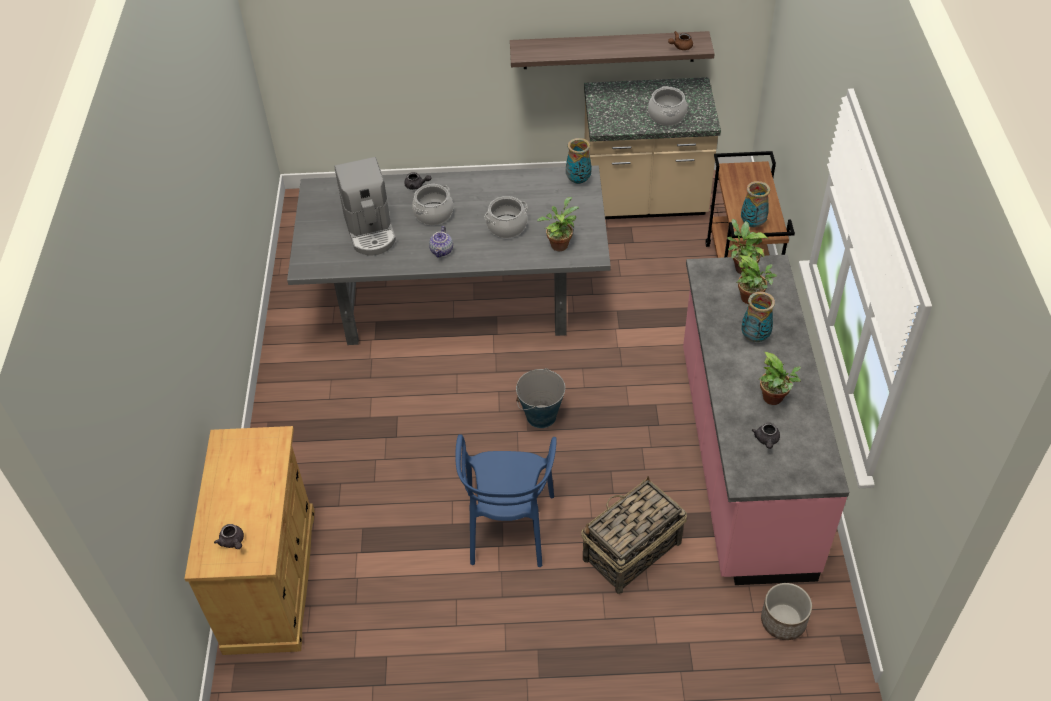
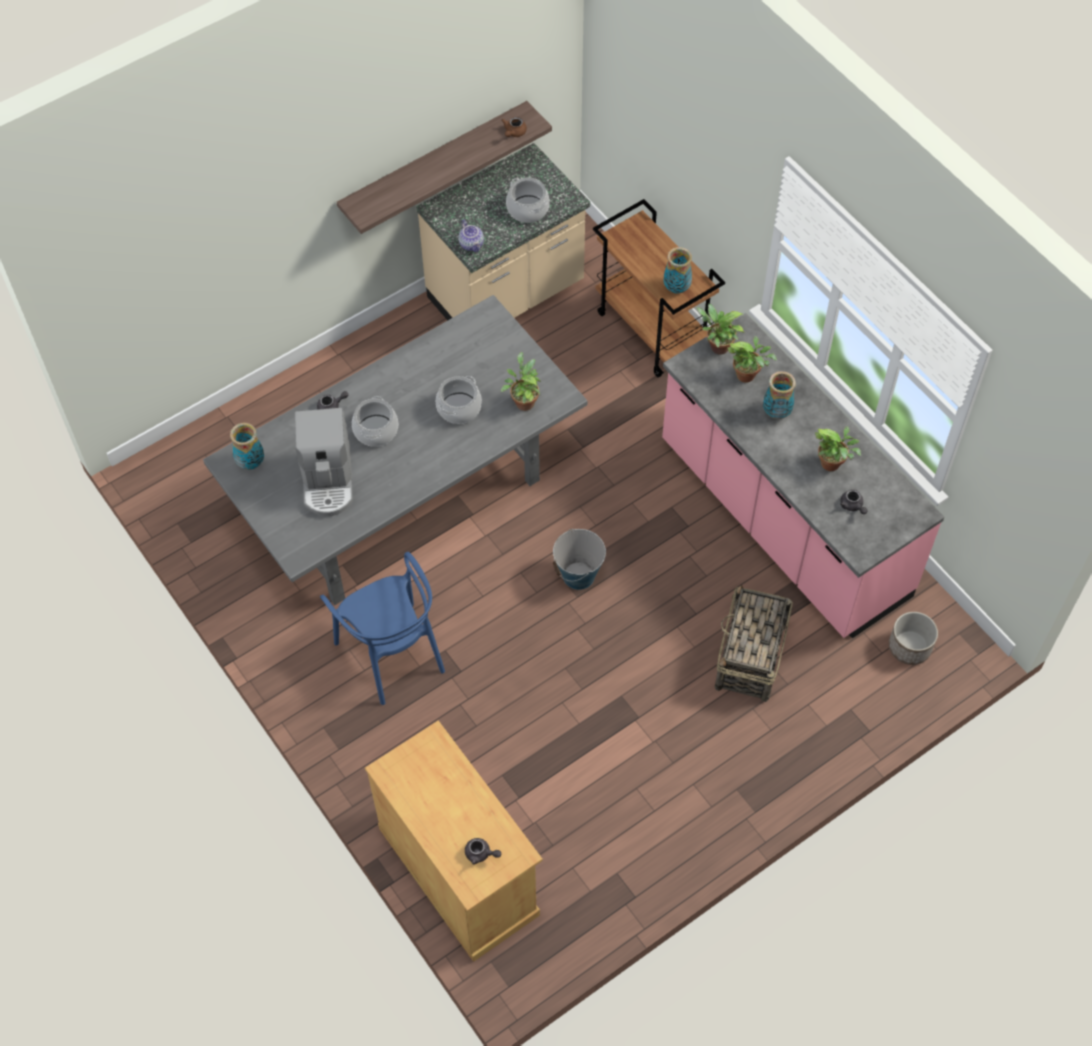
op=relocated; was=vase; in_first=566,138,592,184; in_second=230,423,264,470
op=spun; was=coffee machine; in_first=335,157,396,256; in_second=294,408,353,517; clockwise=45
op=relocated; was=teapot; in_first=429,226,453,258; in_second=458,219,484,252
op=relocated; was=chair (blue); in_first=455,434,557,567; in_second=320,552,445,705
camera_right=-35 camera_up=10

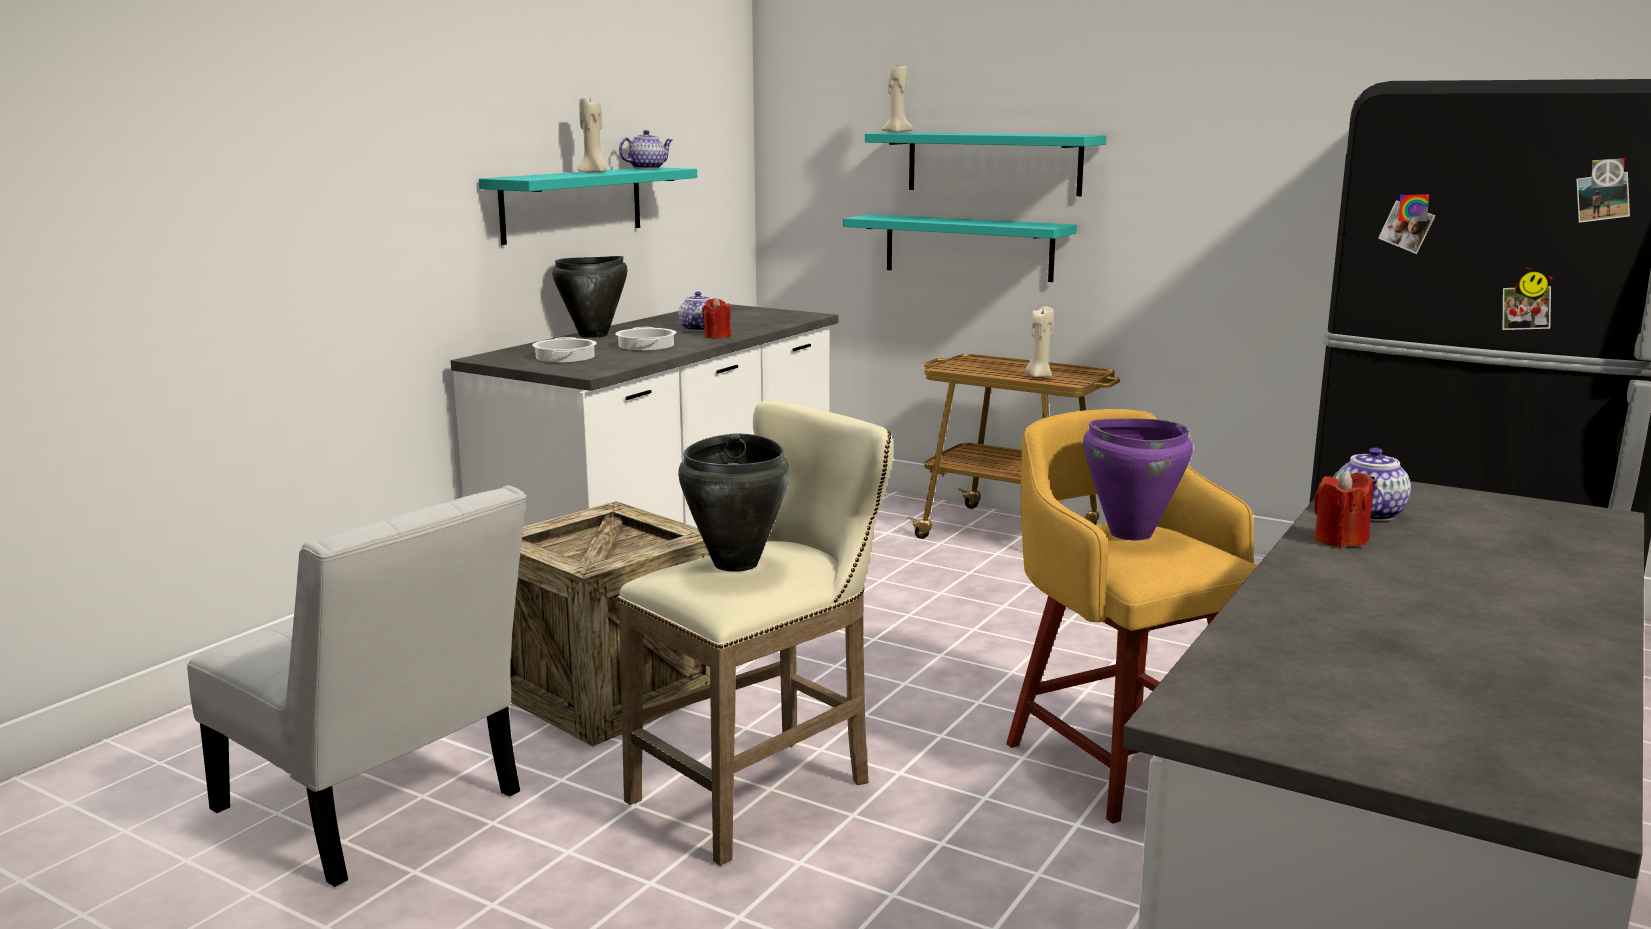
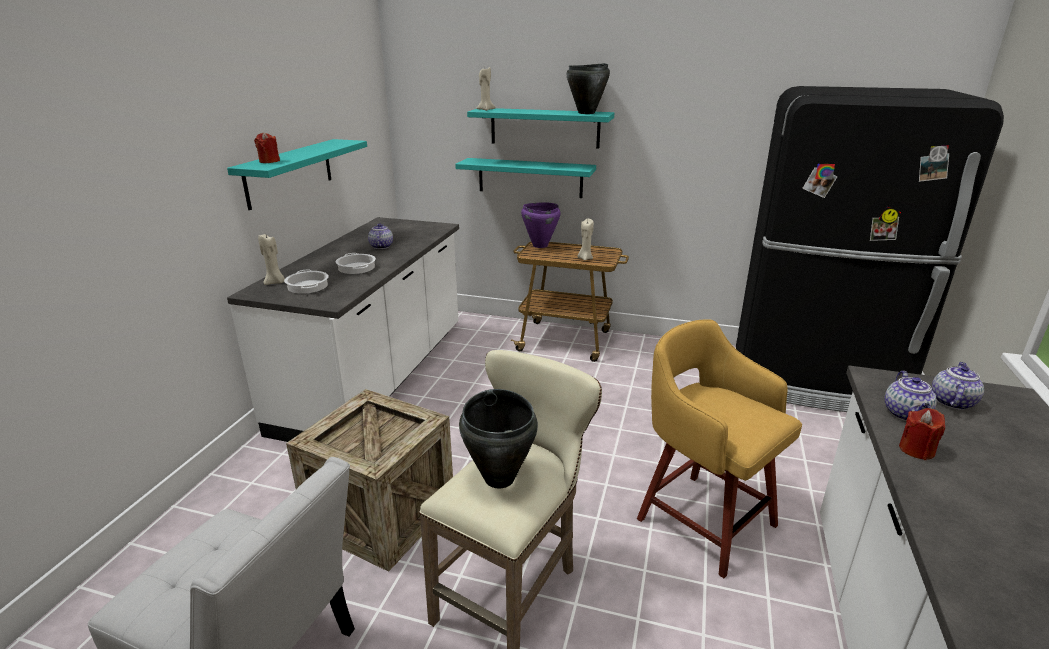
op=relocated; was=candle (beige); in_first=577,98,607,173; in_second=258,234,285,285
op=relocated; was=teapot; in_first=619,130,672,169; in_second=932,362,984,410
op=relocated; was=cooking pot (black); in_first=552,256,628,338; in_second=567,63,610,114
op=relocated; was=candle (red); in_first=702,297,731,338; in_second=254,132,280,163
op=relocated; was=cooking pot (purple); in_first=1083,418,1193,540; in_second=521,202,560,248
camera_right=-15 camera_up=10

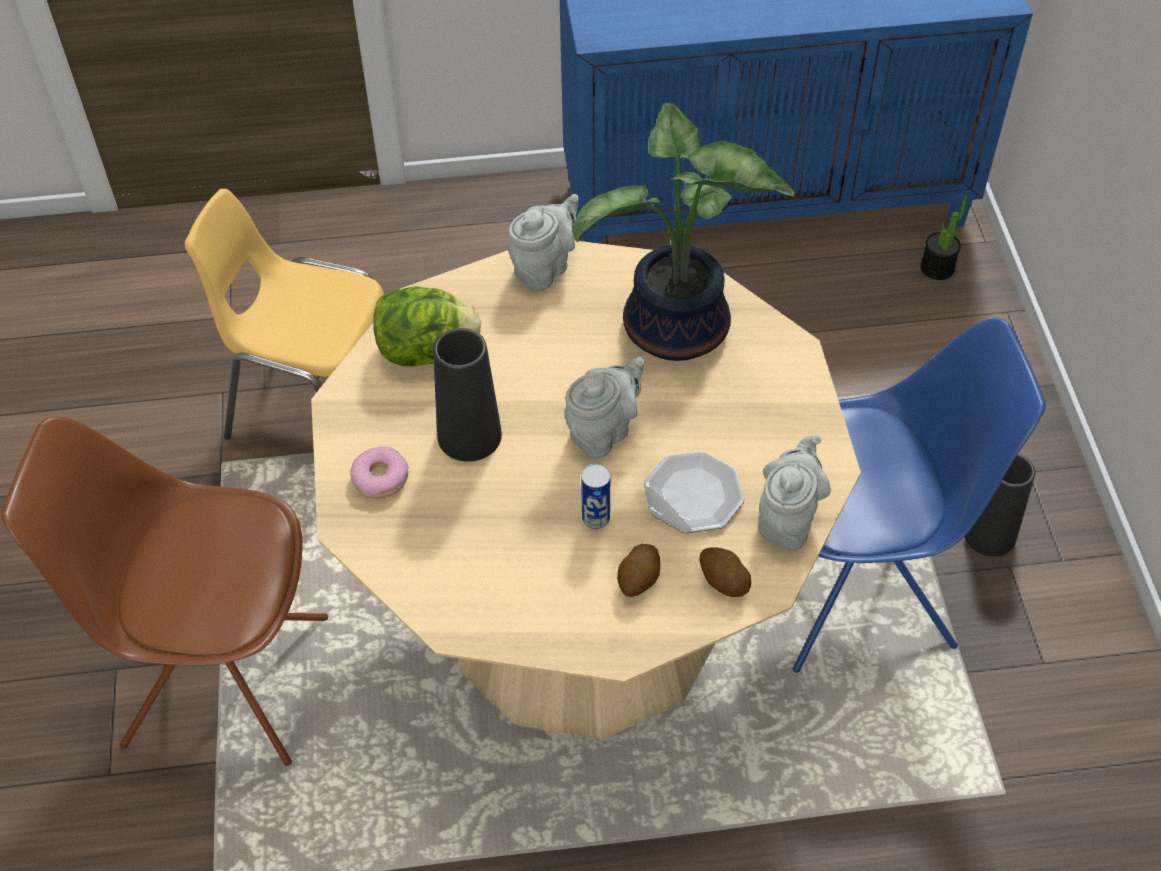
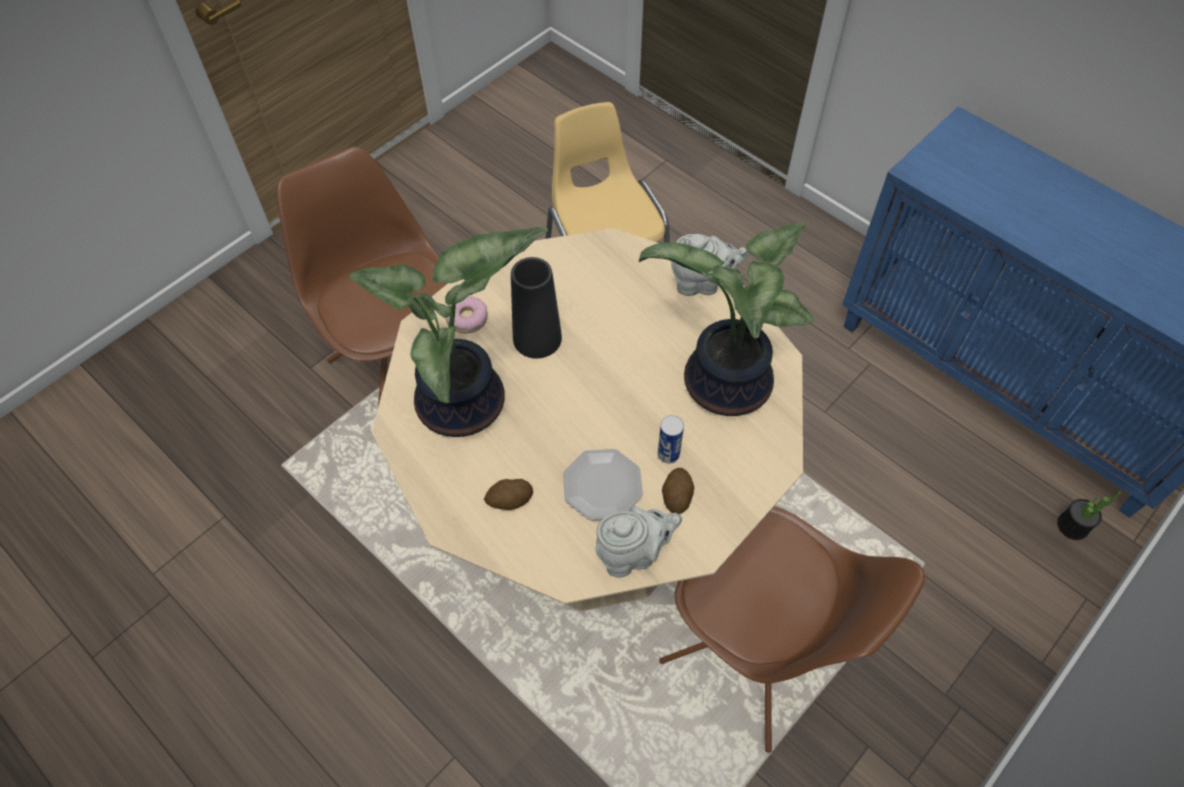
op=missing; was=lettuce; in_first=373,286,481,367
op=colour; was=chair (blue); now=chair (brown); in_first=793,318,1046,673; in_second=659,506,925,753
op=missing; was=teapot (grey); in_first=565,357,645,459
op=missing; was=vase (black); in_first=965,454,1035,556
op=relocated; was=can; in_first=581,464,610,529; in_second=658,415,684,463
op=relocated; was=potato; in_first=699,547,751,597; in_second=662,468,694,514
op=appeared; now=potted plant; in_second=349,227,549,437
camera_right=50 camera_up=5

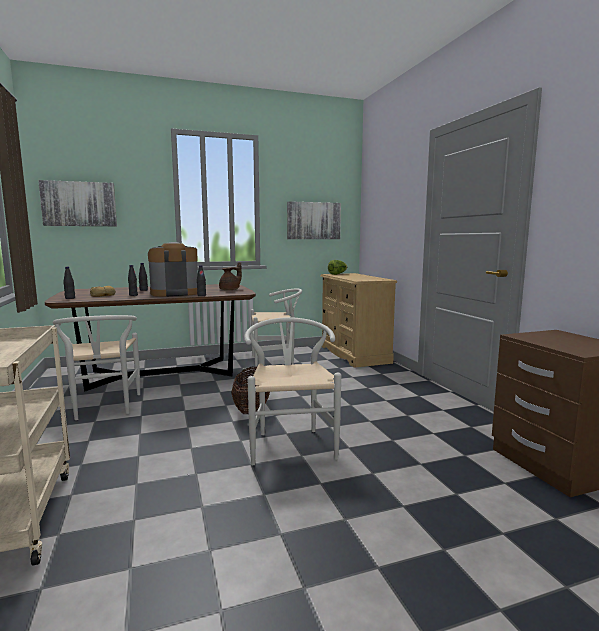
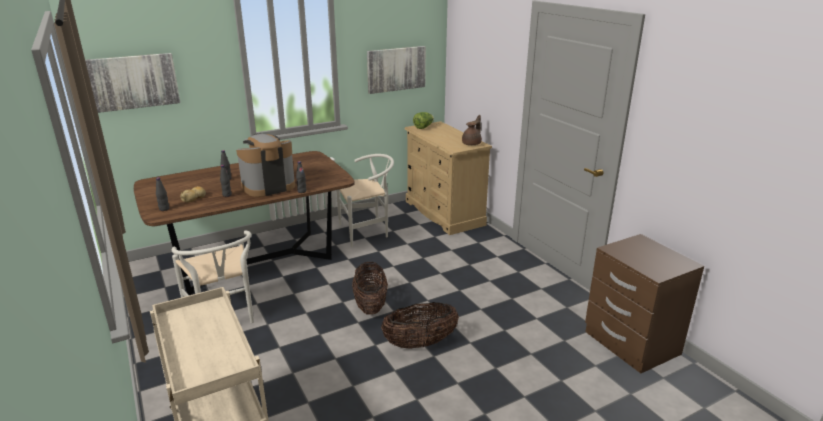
op=relocated; was=teapot (brown); in_first=219,262,242,290; in_second=462,115,482,145
op=exchanged; was=chair (white); now=basket; in_first=244,317,341,465; in_second=381,302,459,349
camera_right=-10 camera_up=15

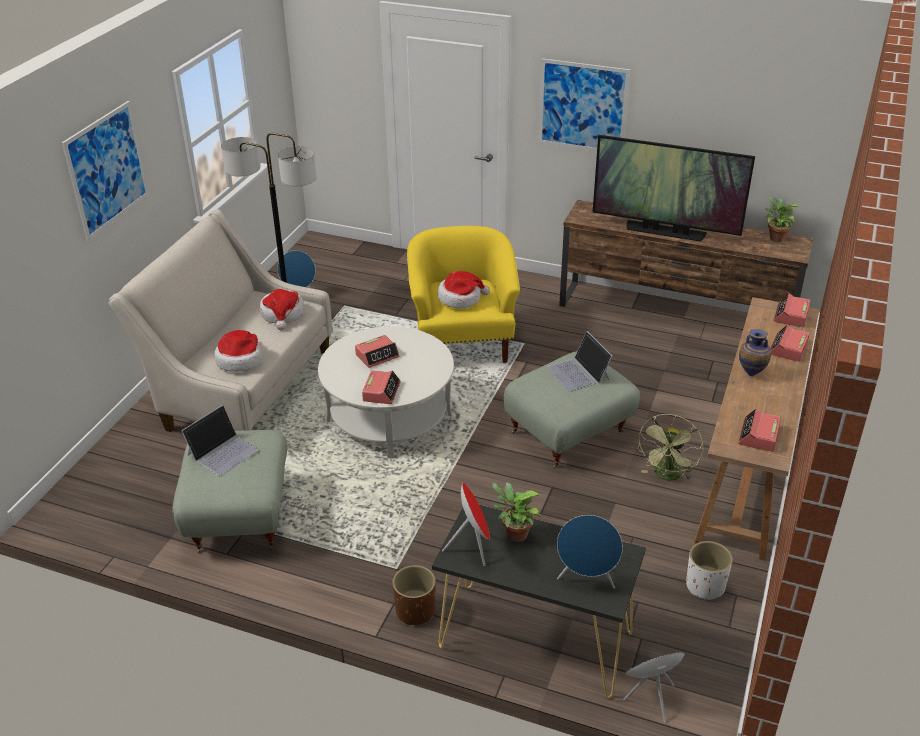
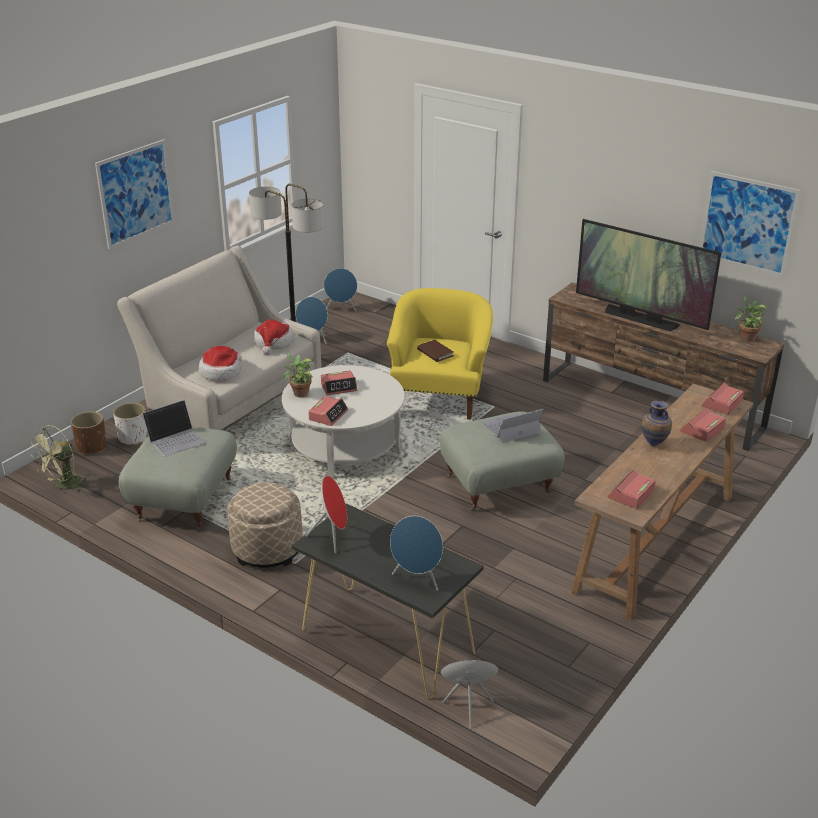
op=relocated; was=picture; in_first=538,58,630,151; in_second=699,171,801,277
op=exchanged; was=hat; now=book (brown); in_first=438,271,490,309; in_second=417,340,453,362
op=spun; was=laptop; in_first=547,331,613,392; in_second=482,409,543,443; clockwise=75
op=relocated; was=fan (green); in_first=638,414,704,481; in_second=31,425,91,492
op=relocated; was=potted plant; in_first=492,482,541,542; in_second=283,353,313,397
op=relocated; was=planter (white); in_first=686,541,733,599; in_second=113,403,147,445
op=relocated; was=planter (brown); in_first=392,565,436,626; in_second=71,411,107,454
op=appeared; now=speaker (blue); in_second=324,268,357,312
op=appeared; now=ottoman (beige); in_second=227,482,302,568
camera_right=15 camera_up=-5

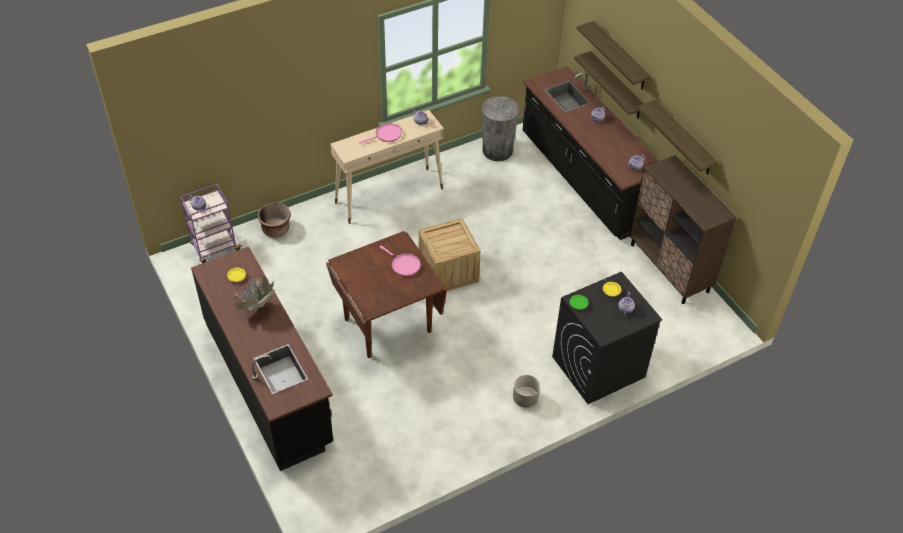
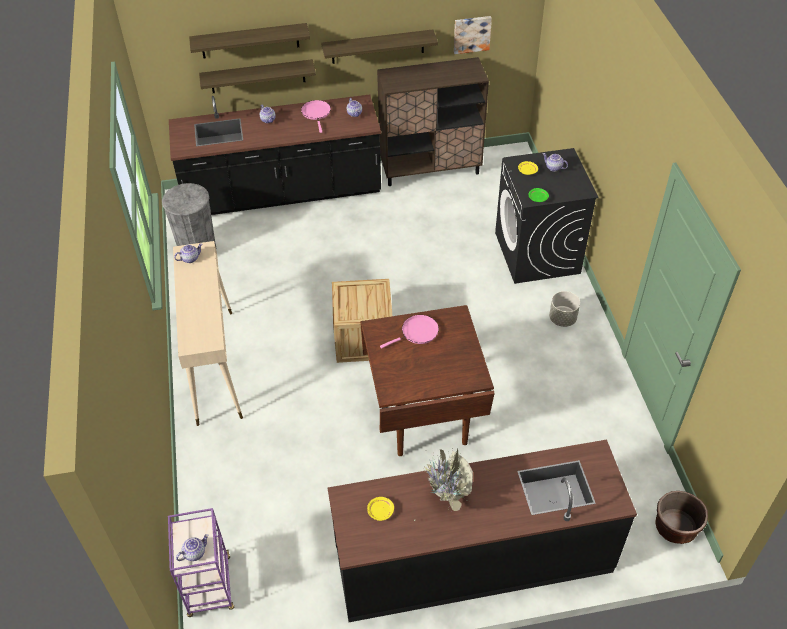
op=relocated; was=frying pan (pink); in_first=359,123,402,144; in_second=301,100,331,133
op=relocated; was=planter (brown); in_first=258,202,291,237; in_second=655,491,708,544
op=appeared; now=picture; in_second=454,16,492,54
camera_right=-70 camera_up=0

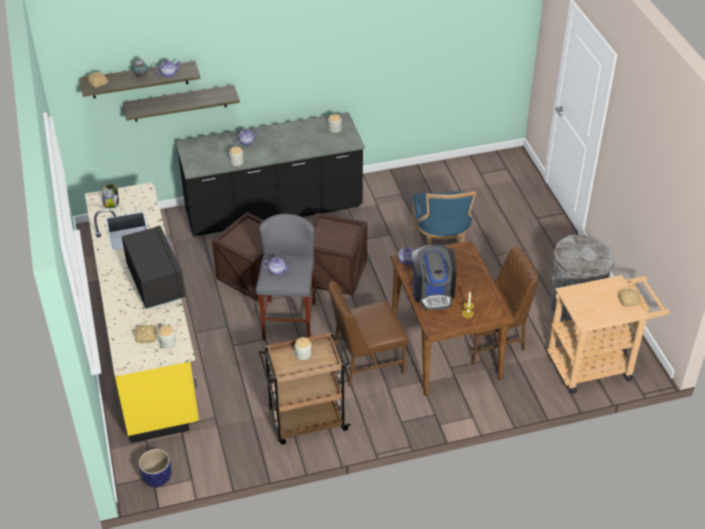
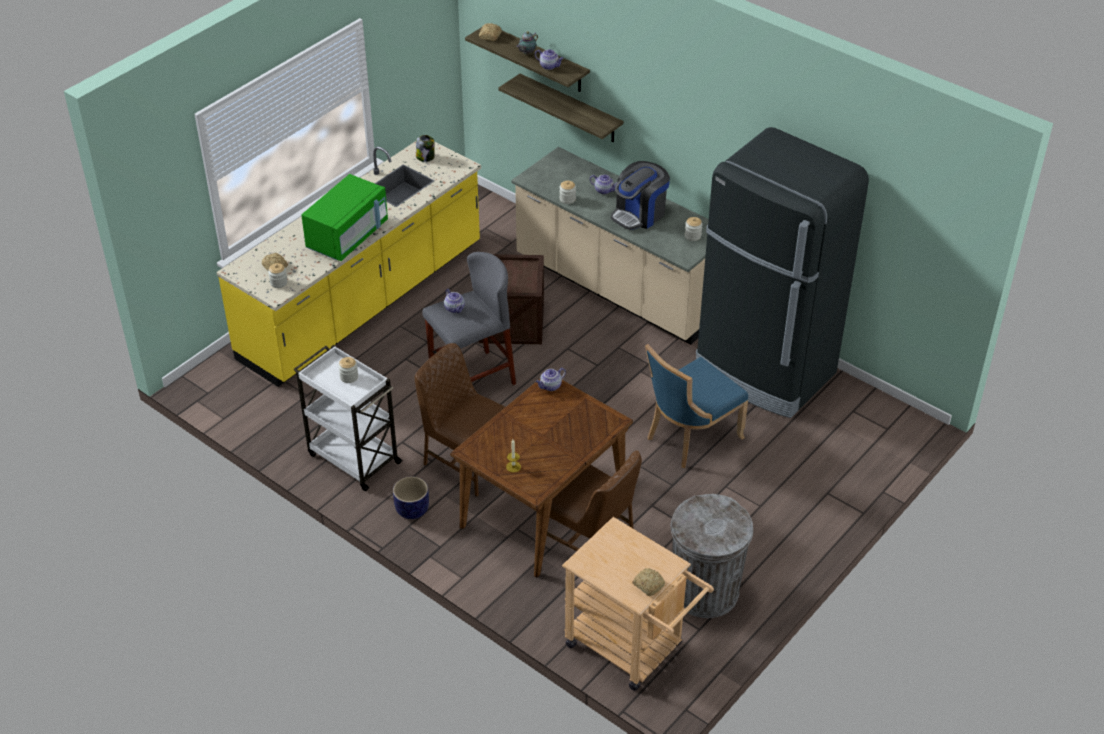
op=colour; was=counter (black); now=counter (beige); in_first=175,112,365,237; in_second=511,147,709,345
op=missing; was=crate; in_first=312,213,367,296
op=colour; was=microwave (black); now=microwave (green); in_first=122,226,185,309; in_second=301,174,388,261
op=relocated; was=coffee machine; in_first=412,245,457,310; in_second=611,161,670,230
op=colour; was=cart (brown); now=cart (white); in_first=259,332,351,444; in_second=294,345,403,491
op=relocated; was=planter; in_first=139,449,172,487; in_second=393,476,429,519
op=appeared; now=fridge (black); in_second=696,127,869,418
camera_right=55 camera_up=0

